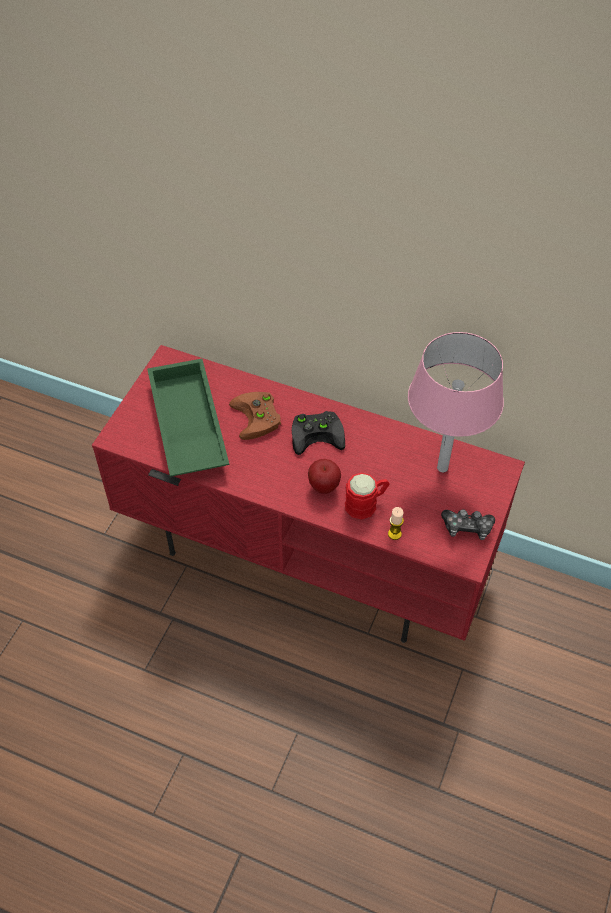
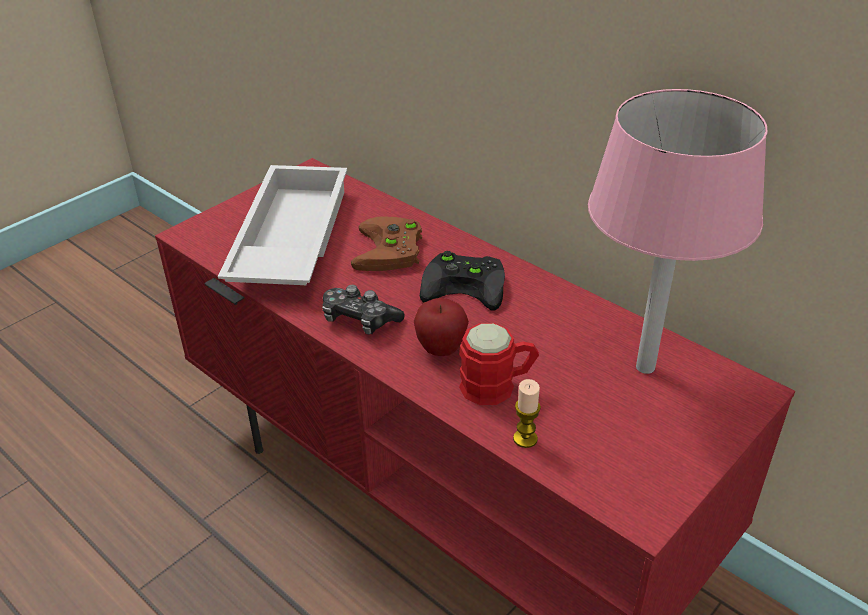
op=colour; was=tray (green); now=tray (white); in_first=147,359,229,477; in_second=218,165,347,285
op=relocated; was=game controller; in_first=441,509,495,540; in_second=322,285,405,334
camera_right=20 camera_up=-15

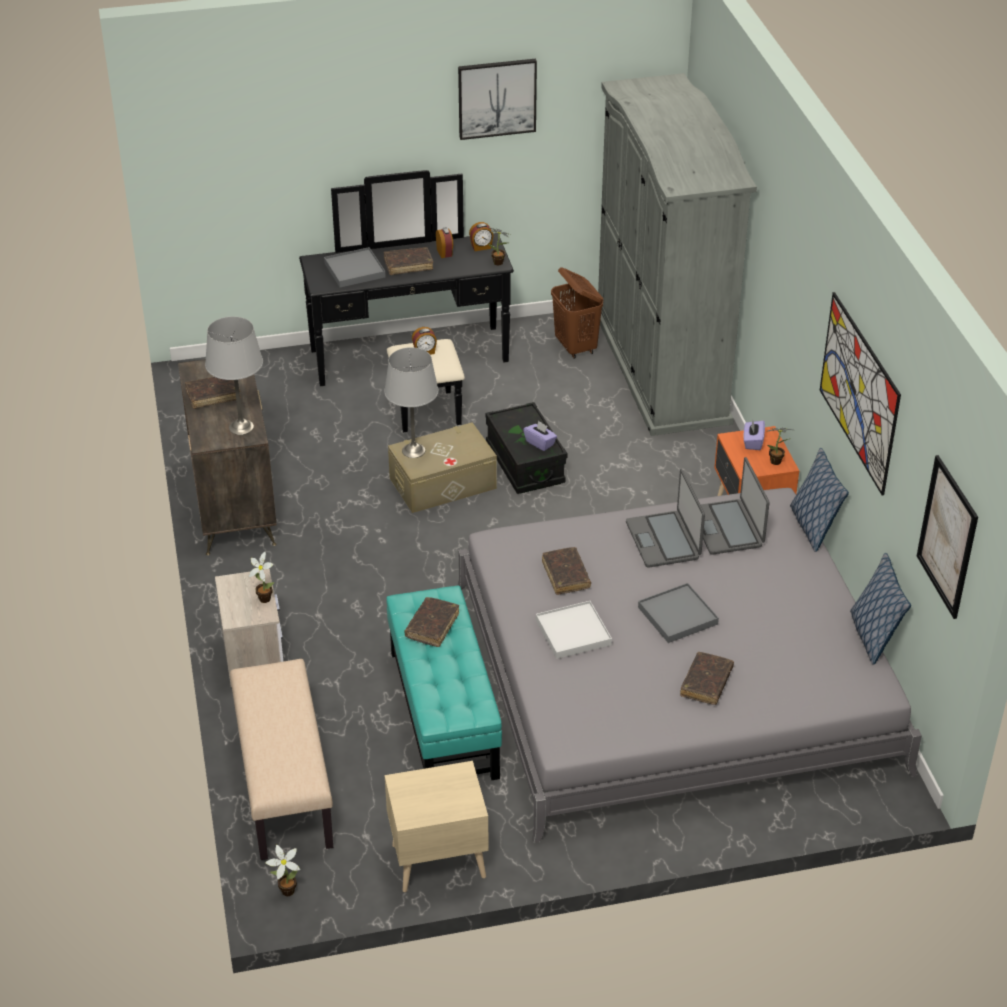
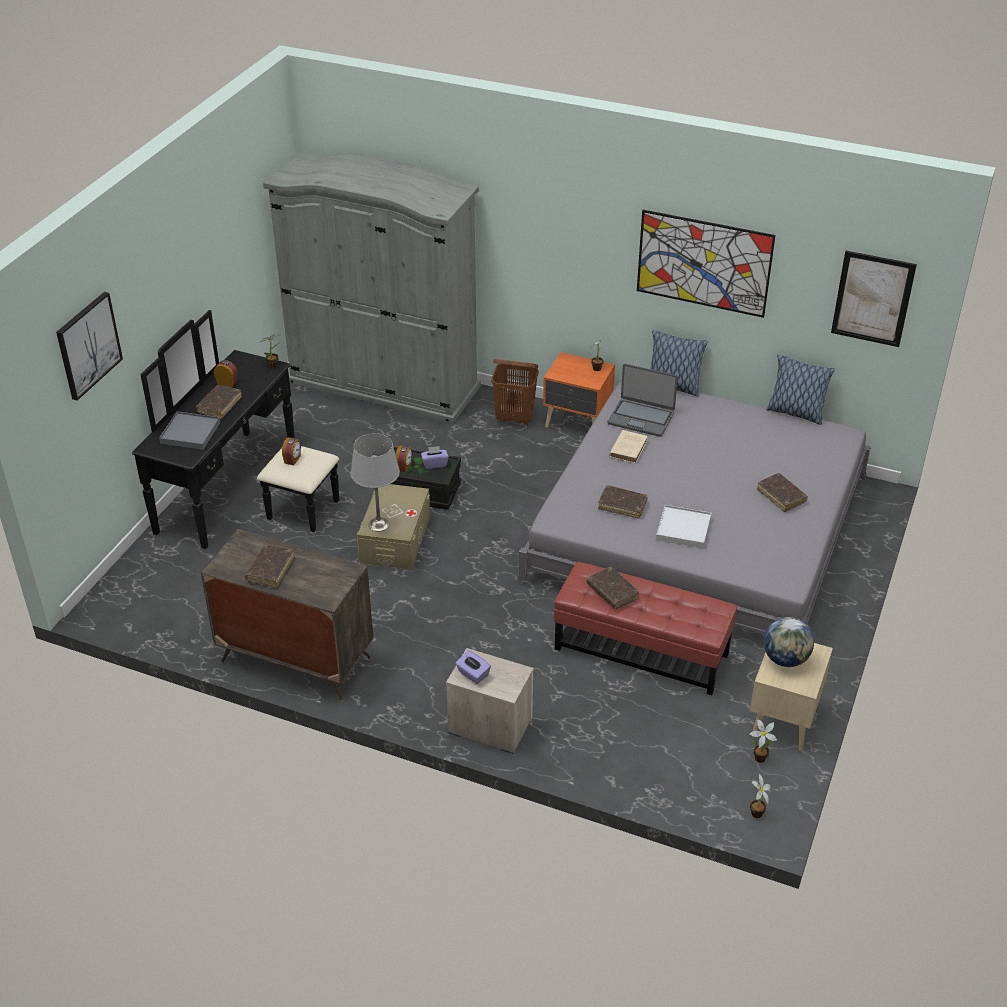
op=relocated; was=picture; in_first=458,59,537,140; in_second=56,292,123,401
op=relocated; was=alarm clock; in_first=469,222,494,251; in_second=396,445,412,472
op=relocated; was=laundry basket (brown); in_first=551,267,603,359; in_second=491,359,539,426
op=missing; was=table lamp (grey); in_first=205,317,263,435
op=relocated; was=tissue box (purple); in_first=743,420,765,450; in_second=456,650,491,684
op=exchanged; was=laptop; now=book (beige); in_first=626,469,705,568; in_second=609,430,648,463
op=relocated; was=potted plant; in_first=249,552,275,603; in_second=749,719,777,763
op=missing; was=tray (grey); in_first=638,583,719,643
op=colour; was=ottoman (turquoise); now=ottoman (red); in_first=386,586,502,780; in_second=554,562,737,695
op=missing; was=bench (beige); in_first=230,659,333,860
op=appeared; now=globe; in_second=764,617,814,667
camera_right=-55 camera_up=0

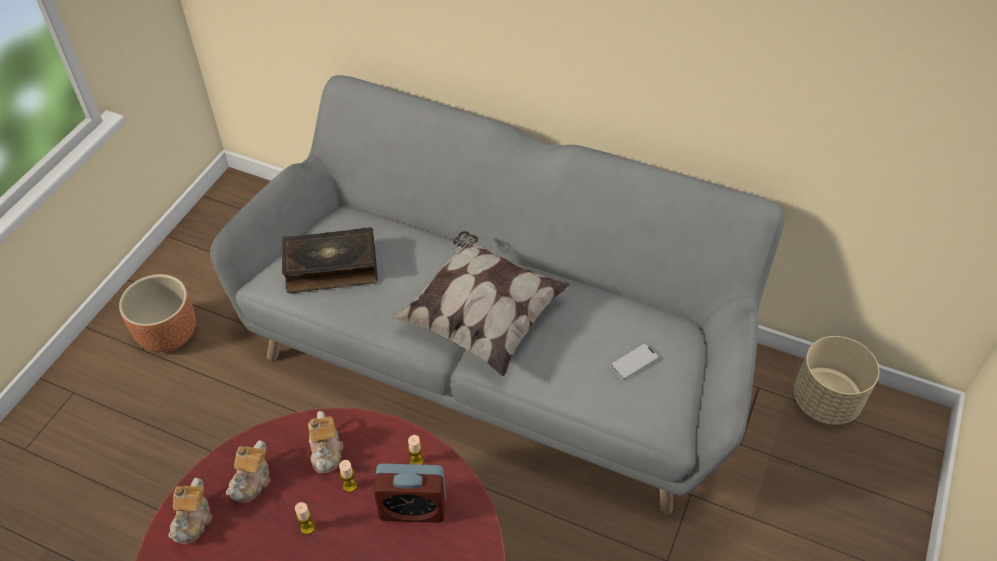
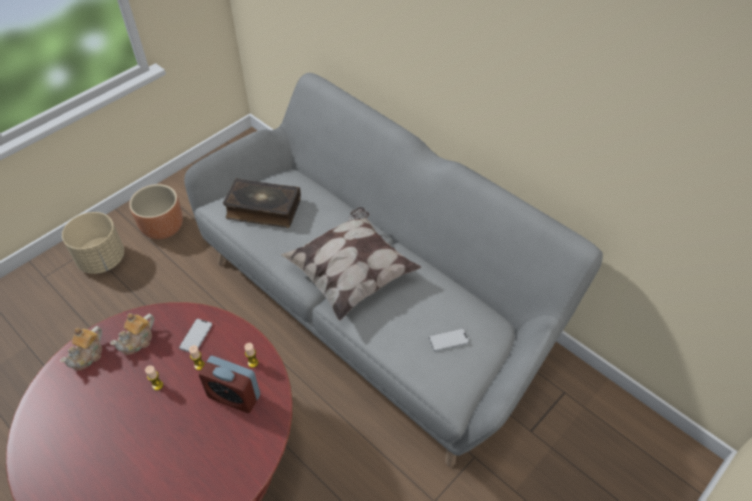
op=relocated; was=planter (beige); in_first=793,336,879,425; in_second=62,212,124,274
op=exchanged; was=teapot; now=phone; in_first=308,411,343,473; in_second=179,319,212,353
camera_right=20 camera_up=0

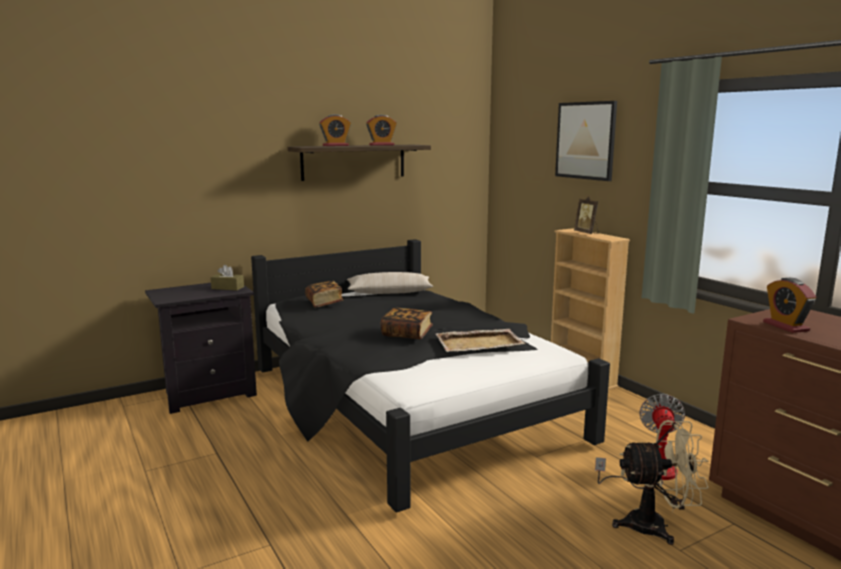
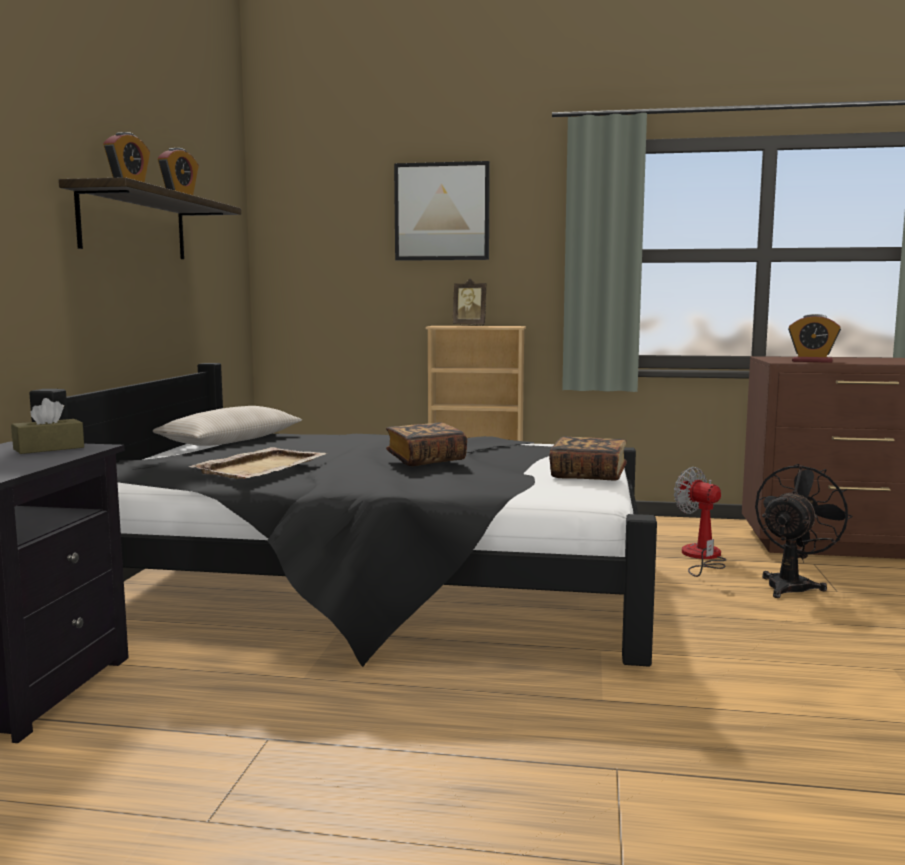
op=relocated; was=book; in_first=305,281,343,308; in_second=549,436,627,481
op=relocated; was=tray (beige); in_first=436,329,526,352; in_second=189,447,327,479
op=colour; was=fan (beige); now=fan (black); in_first=612,420,709,545; in_second=755,464,853,598
camera_right=-50 camera_up=-5

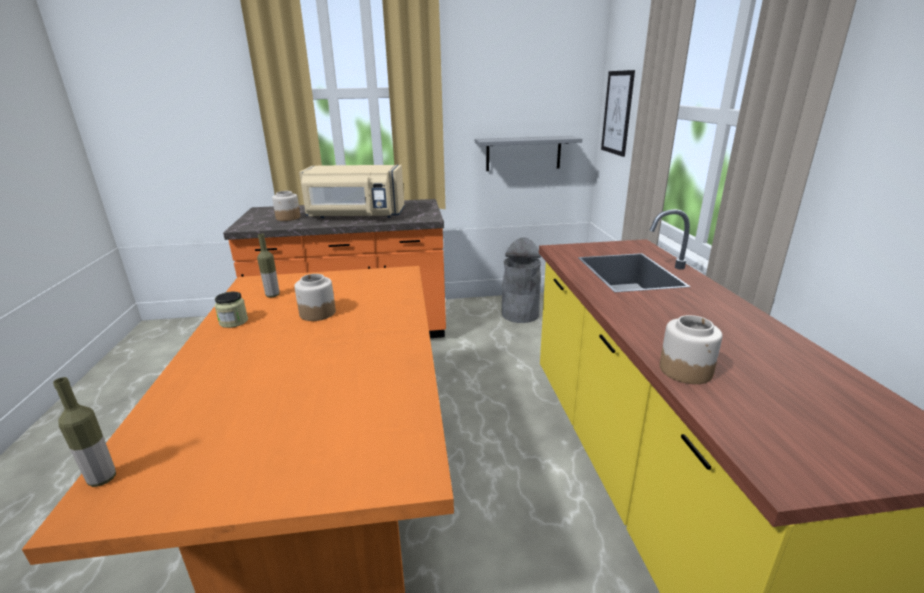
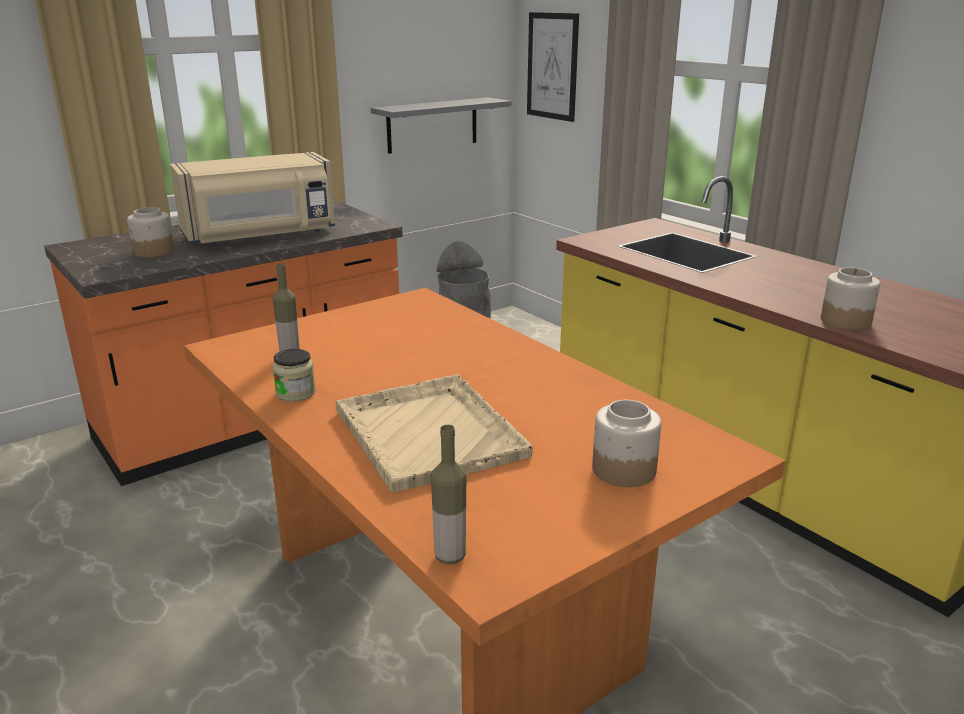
op=relocated; was=jar; in_first=294,274,336,321; in_second=592,400,661,487
op=appeared; now=tray (beige); in_second=335,374,533,492
camera_right=-30 camera_up=0

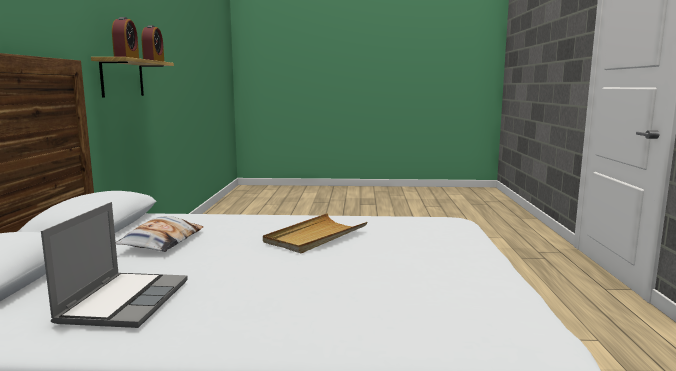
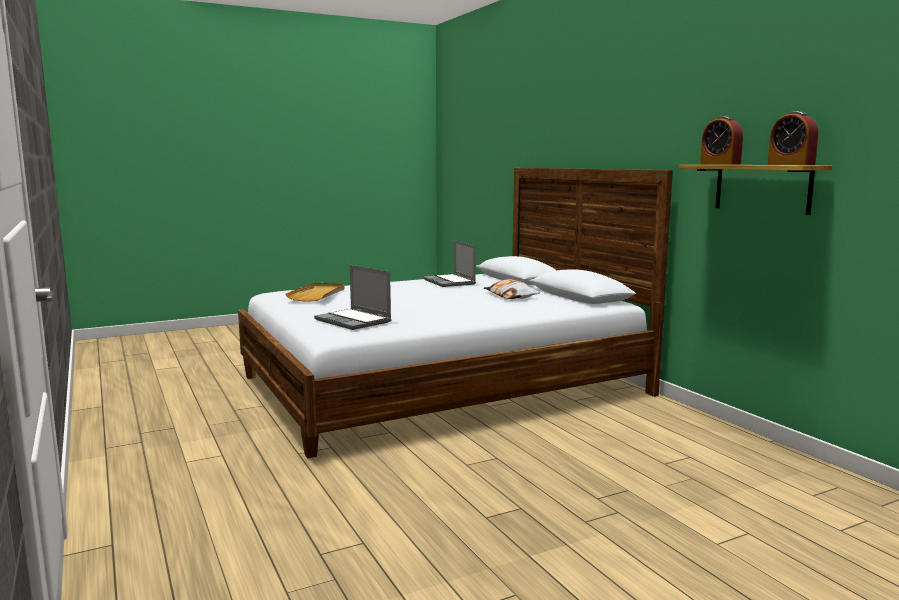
op=relocated; was=tray (beige); in_first=263,213,367,253; in_second=286,283,345,301
op=appeared; now=laptop; in_second=314,265,391,330
camera_right=150 camera_up=0

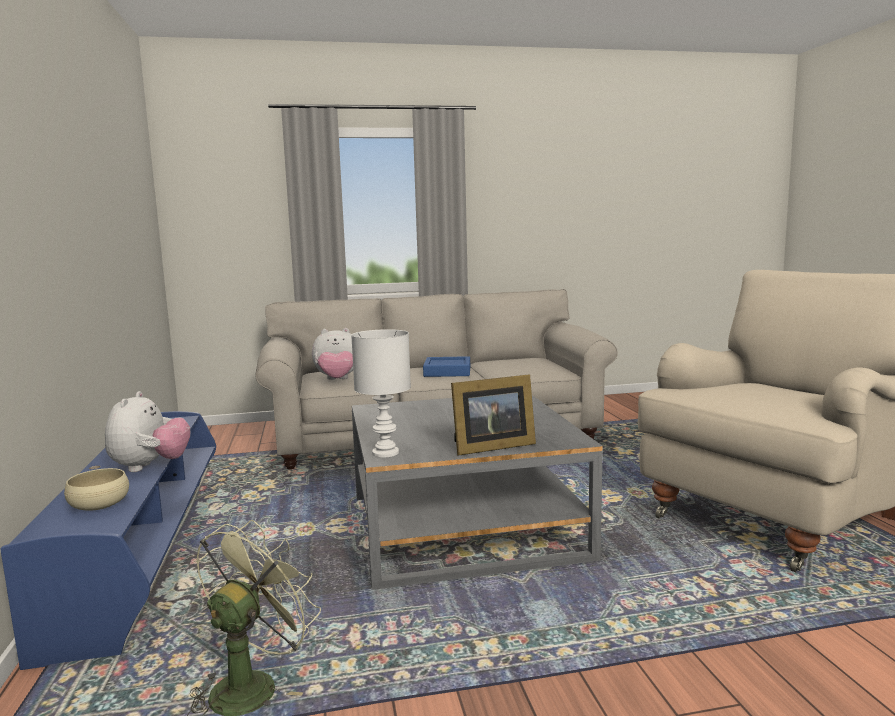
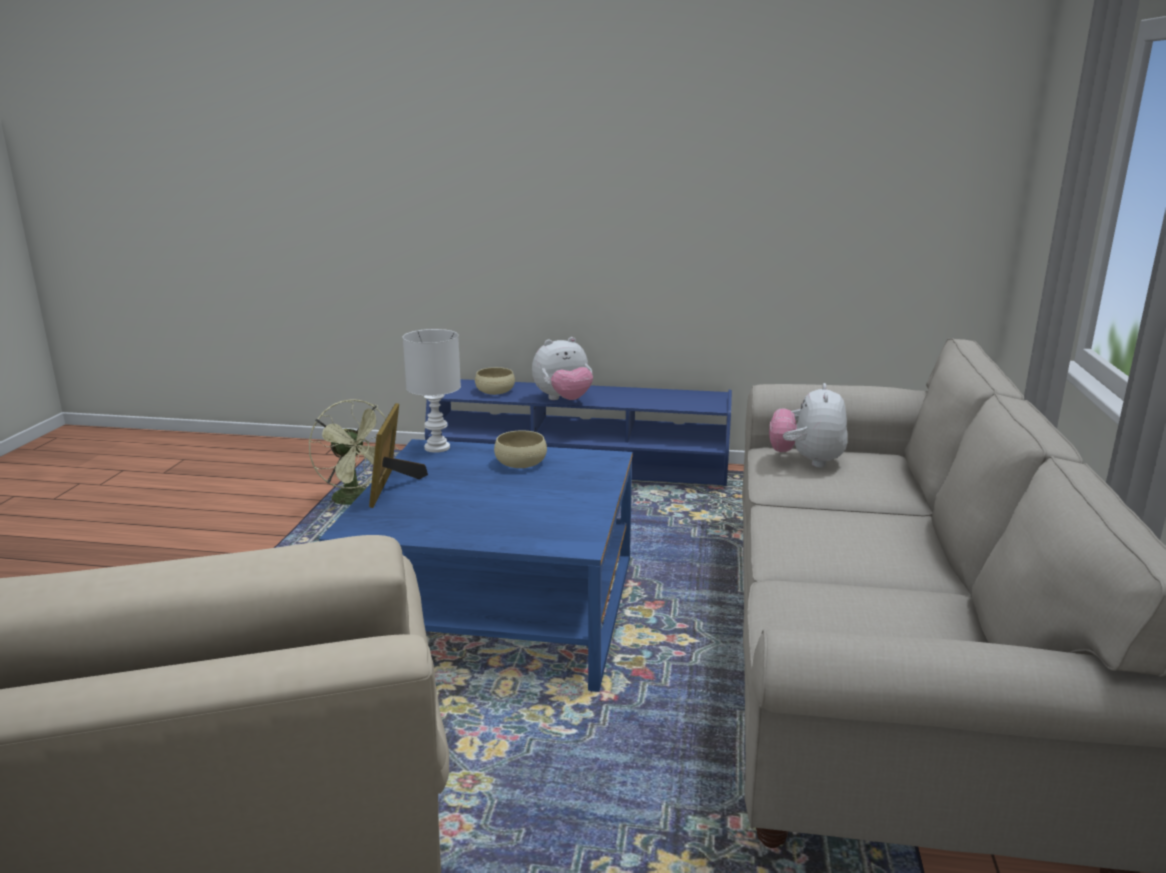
op=missing; was=tray (blue); in_first=423,356,470,377
op=spun; was=plush toy; in_first=105,391,190,472; in_second=532,337,593,400; clockwise=-45
op=colour; was=coffee table (grey); now=coffee table (blue); in_first=352,395,603,590; in_second=319,439,633,692
op=appeared; now=bowl (beige); in_second=494,430,547,468
camera_right=110 camera_up=10

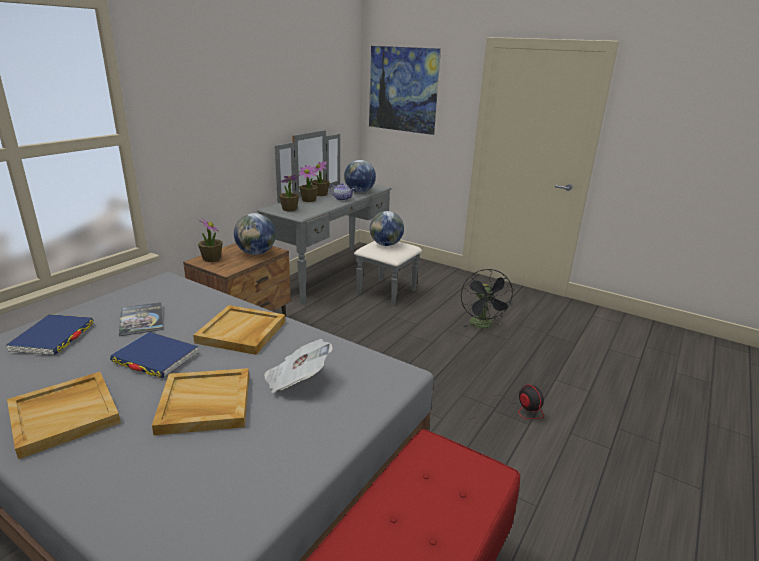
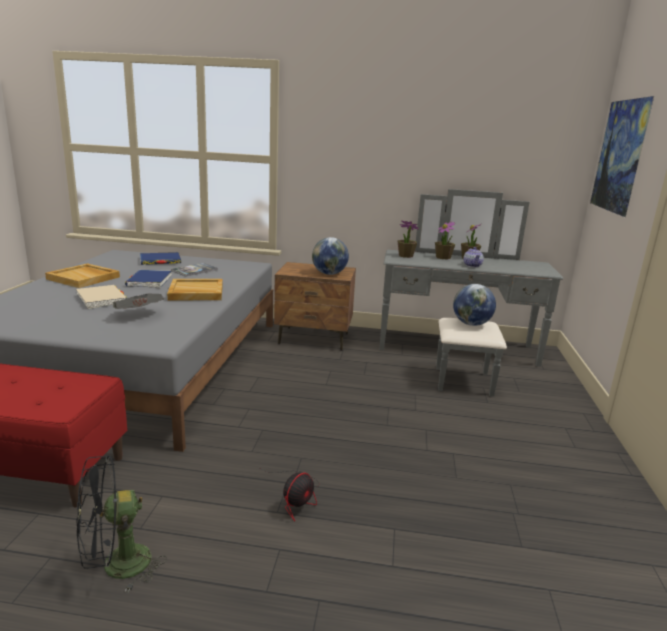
op=missing; was=globe; in_first=344,160,376,193
op=missing; was=potted plant; in_first=198,218,223,262
op=relocated; was=fan (black); in_first=461,269,515,328; in_second=76,455,167,592
op=exchanged; was=tray (beige); now=book (beige); in_first=152,368,249,435; in_second=76,285,127,309
camera_right=65 camera_up=-5

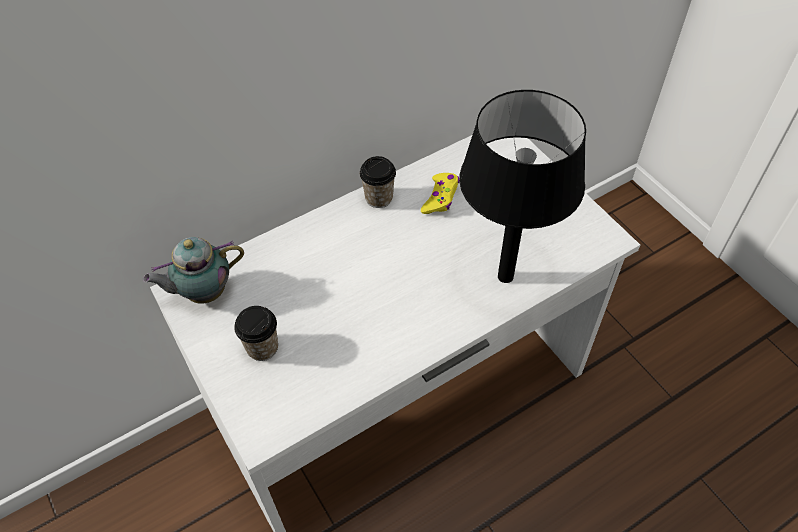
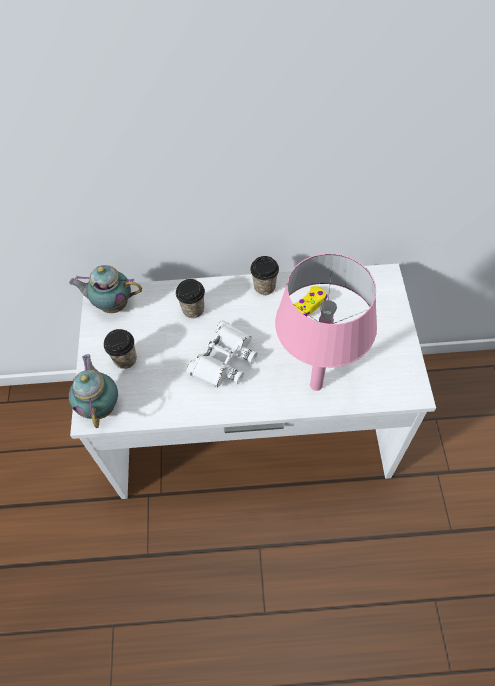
op=colour; was=table lamp (black); now=table lamp (pink); in_first=459,90,586,283; in_second=275,253,377,391
op=appeared; now=cup; in_second=176,279,205,318
op=appeared; now=binoculars (white); in_second=186,320,258,387
op=appeared; now=teapot; in_second=69,354,118,428
camera_right=30 camera_up=5

